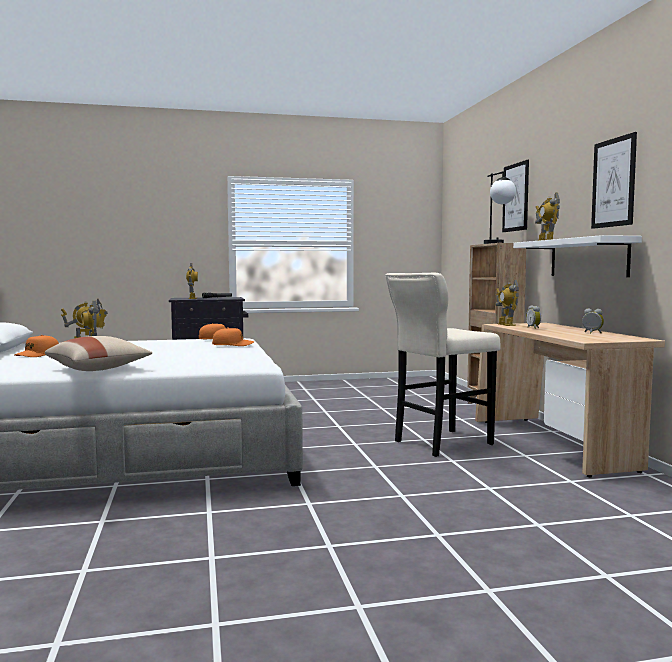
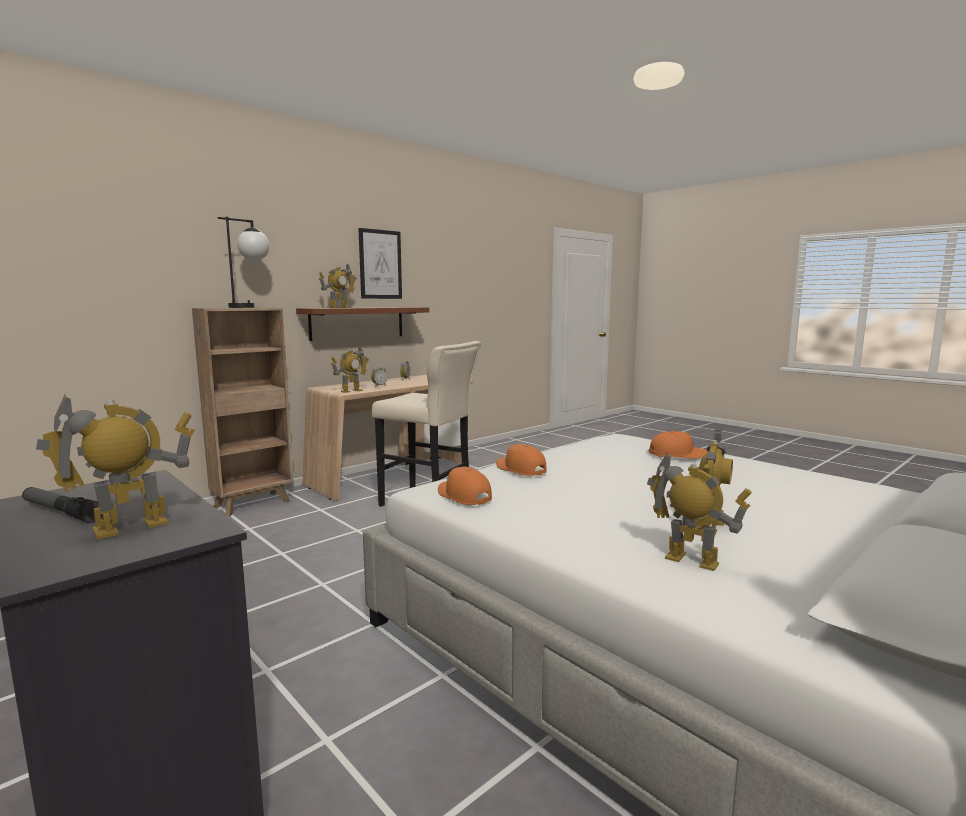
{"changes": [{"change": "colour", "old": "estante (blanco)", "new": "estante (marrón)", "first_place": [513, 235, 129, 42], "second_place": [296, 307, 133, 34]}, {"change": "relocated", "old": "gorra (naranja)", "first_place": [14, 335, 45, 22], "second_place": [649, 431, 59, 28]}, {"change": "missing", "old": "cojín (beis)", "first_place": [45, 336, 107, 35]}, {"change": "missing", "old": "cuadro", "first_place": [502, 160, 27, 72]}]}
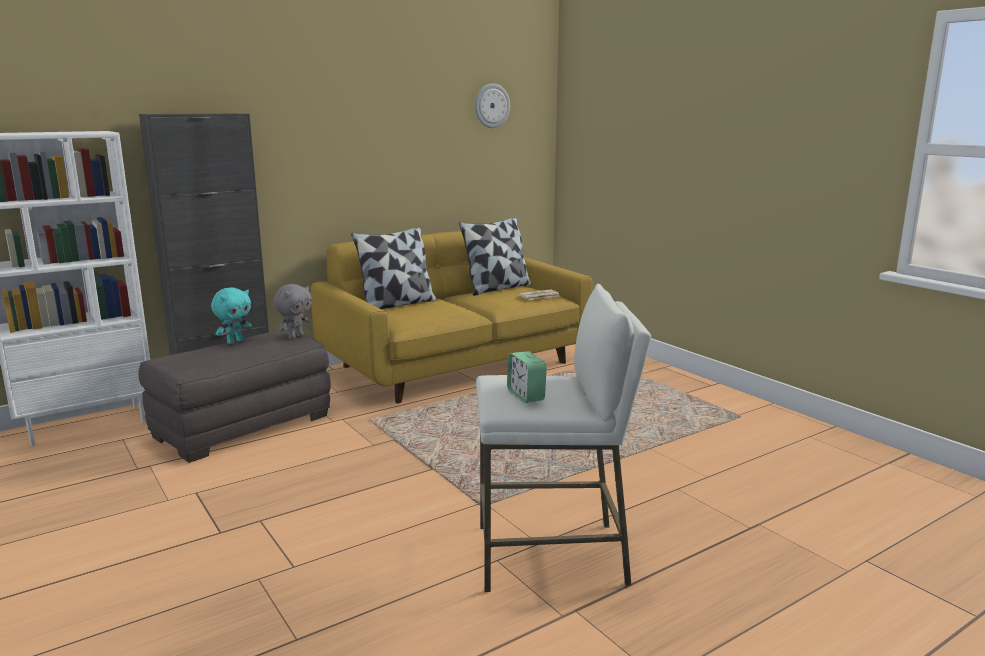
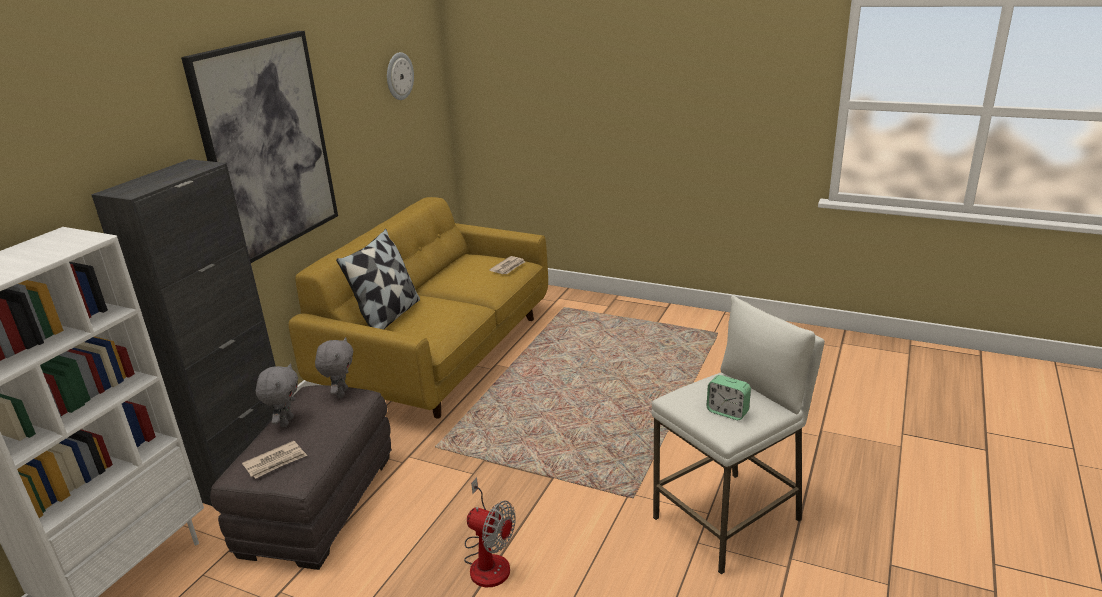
{"changes": [{"change": "appeared", "new": "cuadro", "second_place": [181, 31, 157, 232]}, {"change": "appeared", "new": "periódico", "second_place": [242, 441, 65, 38]}, {"change": "colour", "old": "peluche (turquesa)", "new": "peluche (gris)", "first_place": [211, 287, 40, 57], "second_place": [256, 363, 42, 64]}, {"change": "appeared", "new": "ventilador", "second_place": [464, 477, 52, 110]}, {"change": "missing", "old": "cojín", "first_place": [459, 217, 73, 79]}]}
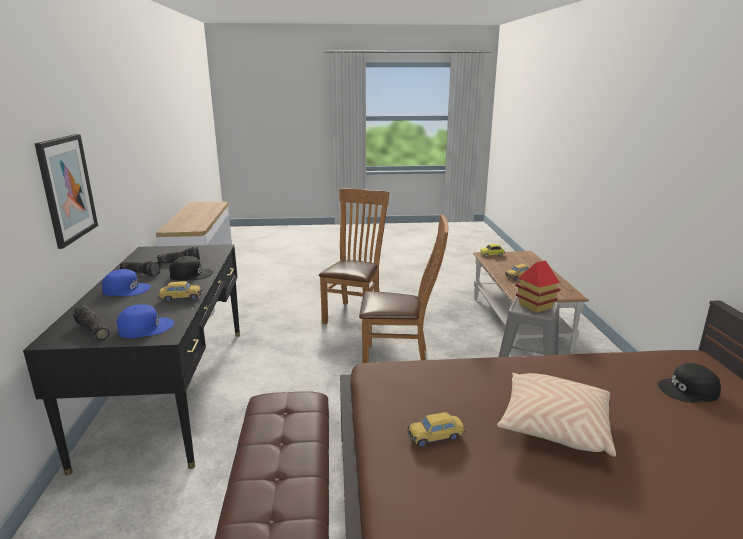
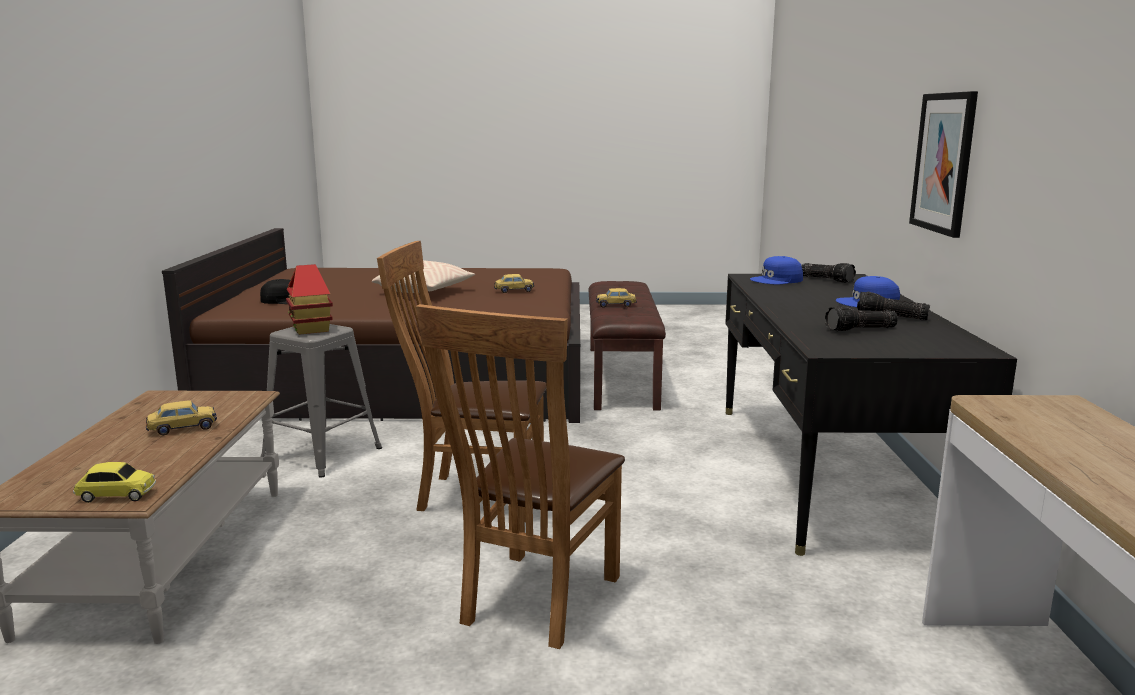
{"changes": [{"change": "relocated", "old": "coche de juguete", "first_place": [158, 281, 44, 21], "second_place": [596, 288, 41, 20]}, {"change": "missing", "old": "gorra (negro)", "first_place": [169, 256, 44, 25]}]}
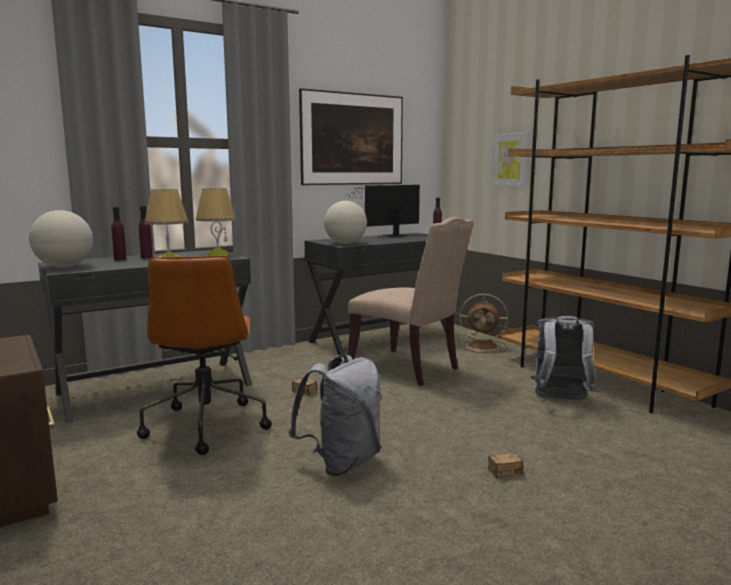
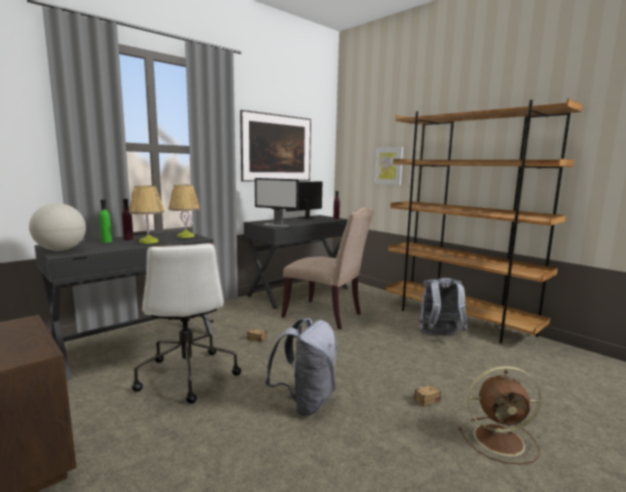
{"changes": [{"change": "colour", "old": "botella (morado)", "new": "botella (verde)", "first_place": [112, 207, 14, 54], "second_place": [99, 200, 13, 43]}, {"change": "colour", "old": "silla de oficina (marrón)", "new": "silla de oficina (blanco)", "first_place": [137, 255, 135, 200], "second_place": [132, 243, 109, 161]}, {"change": "exchanged", "old": "globo terráqueo", "new": "monitor", "first_place": [324, 201, 43, 43], "second_place": [255, 178, 44, 49]}, {"change": "relocated", "old": "ventilador (marrón)", "first_place": [458, 294, 50, 59], "second_place": [458, 366, 84, 99]}]}
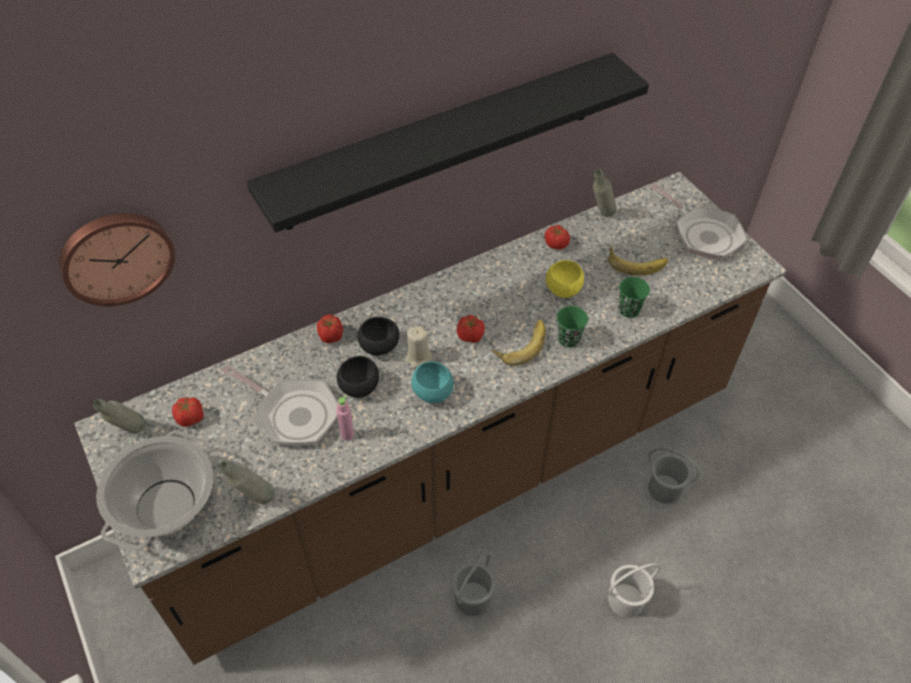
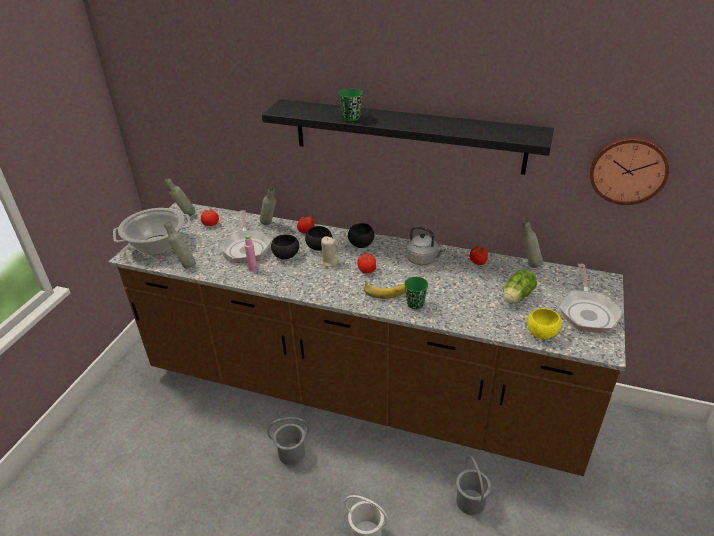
{"changes": [{"change": "appeared", "new": "botella (gris)", "second_place": [260, 187, 16, 38]}, {"change": "relocated", "old": "taza (verde)", "first_place": [619, 277, 31, 41], "second_place": [339, 89, 24, 32]}, {"change": "appeared", "new": "cuenco (negro)", "second_place": [348, 223, 26, 25]}, {"change": "appeared", "new": "hervidor (gris)", "second_place": [406, 226, 40, 39]}, {"change": "exchanged", "old": "plátano", "new": "lechuga", "first_place": [608, 246, 60, 29], "second_place": [503, 270, 34, 34]}, {"change": "relocated", "old": "cuenco (amarillo)", "first_place": [546, 260, 38, 38], "second_place": [527, 308, 35, 31]}, {"change": "relocated", "old": "reloj de pared", "first_place": [59, 213, 116, 94], "second_place": [590, 136, 79, 69]}, {"change": "missing", "old": "cuenco (turquesa)", "first_place": [411, 361, 43, 42]}]}
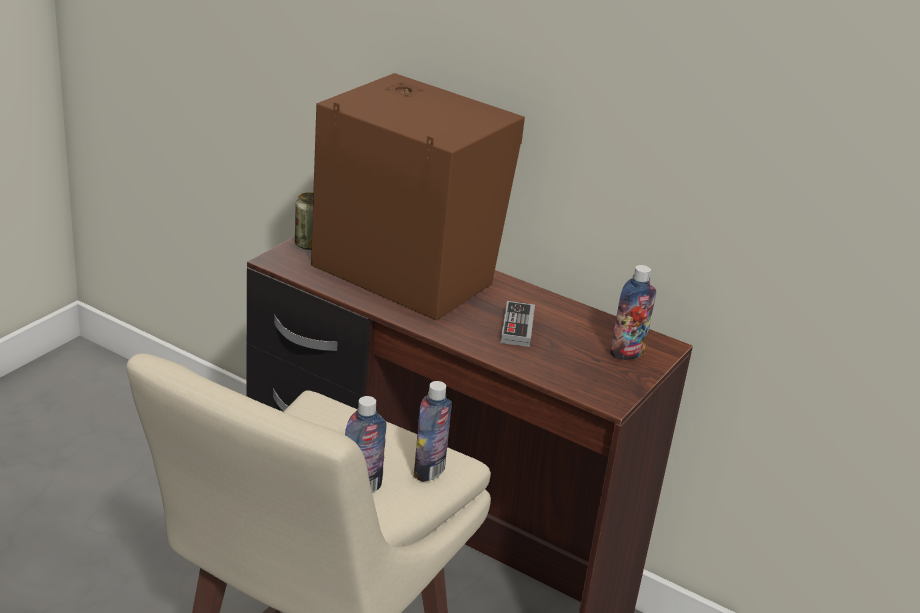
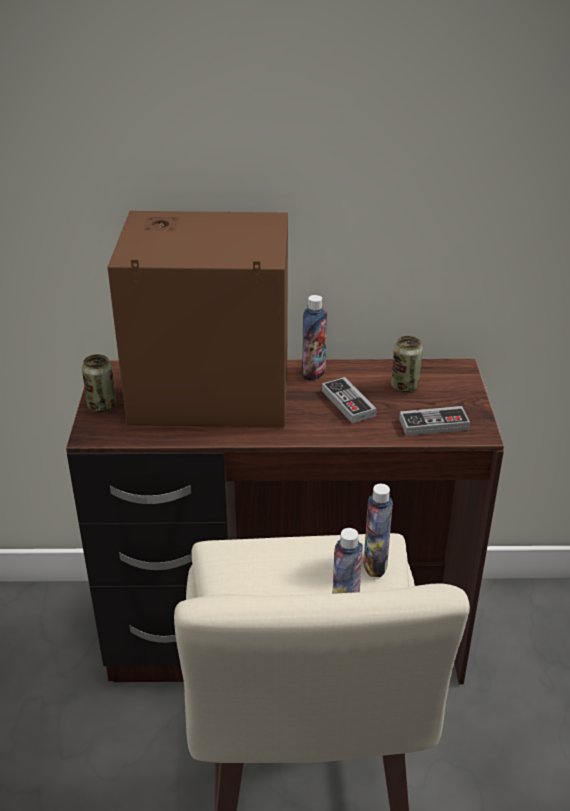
{"changes": [{"change": "relocated", "old": "botella", "first_place": [610, 265, 46, 95], "second_place": [302, 295, 25, 86]}, {"change": "appeared", "new": "lata", "second_place": [391, 336, 32, 56]}, {"change": "appeared", "new": "mando de consola", "second_place": [399, 406, 71, 30]}]}
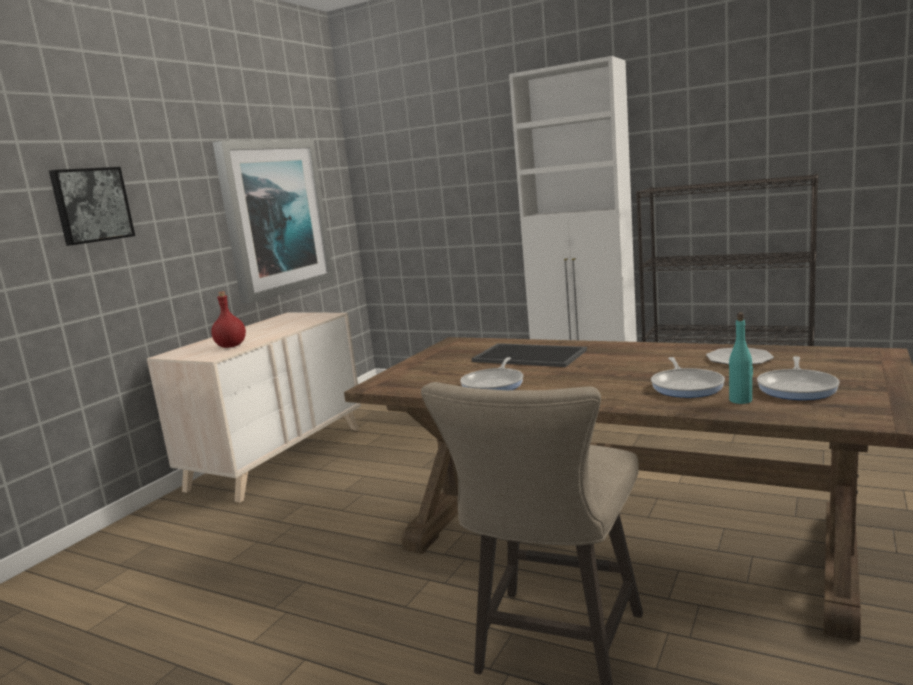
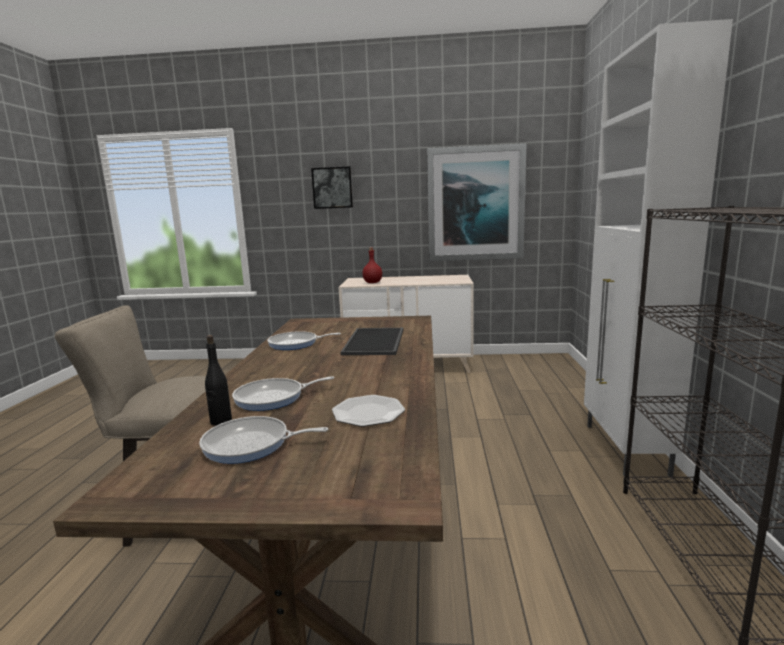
{"changes": [{"change": "colour", "old": "botella (turquesa)", "new": "botella (negro)", "first_place": [729, 312, 24, 92], "second_place": [205, 335, 27, 91]}]}
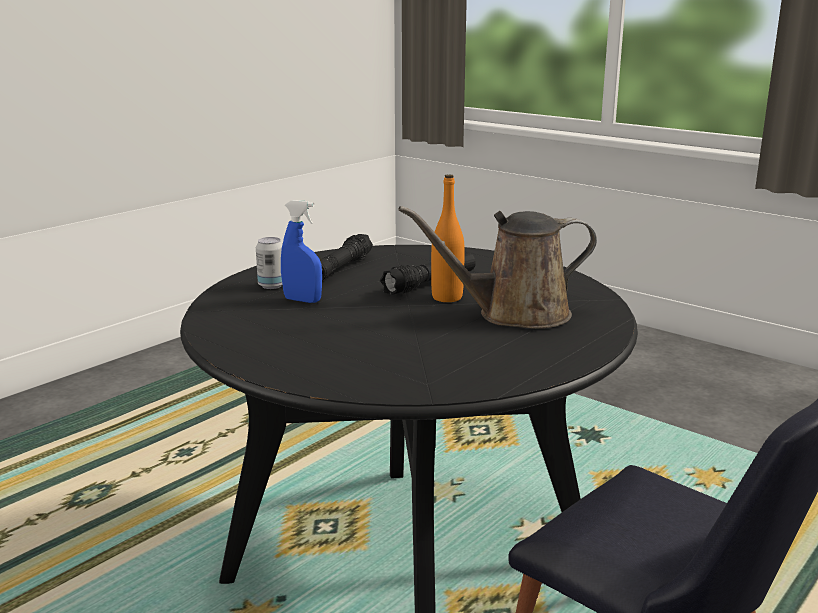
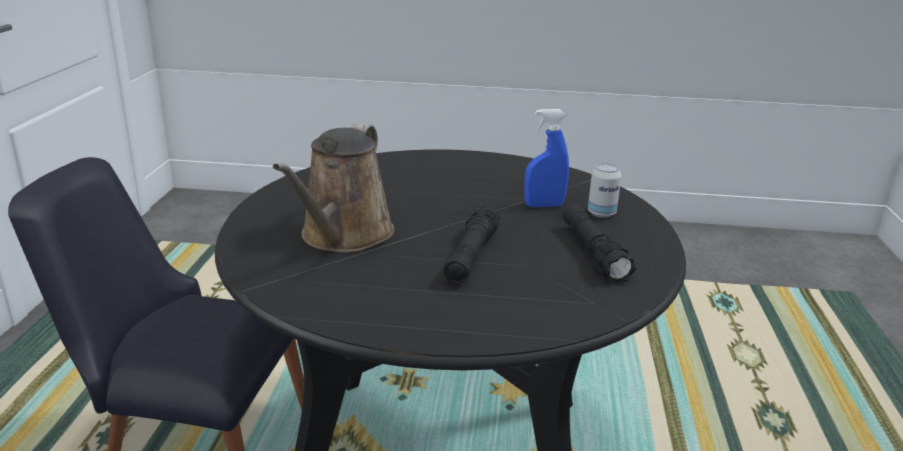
{"changes": [{"change": "spun", "old": "regadera (marrón)", "first_place": [398, 206, 199, 123], "second_place": [273, 124, 121, 129], "degrees": 150}, {"change": "missing", "old": "botella (naranja)", "first_place": [431, 174, 34, 128]}]}
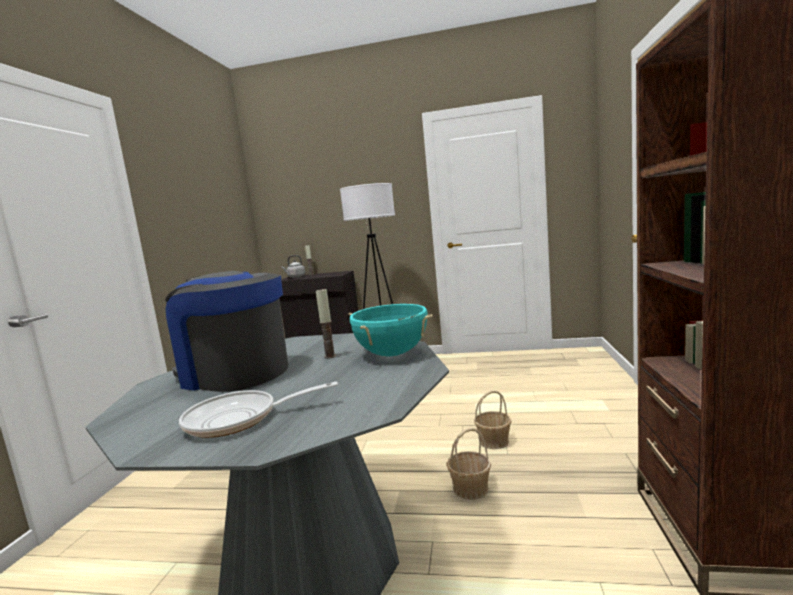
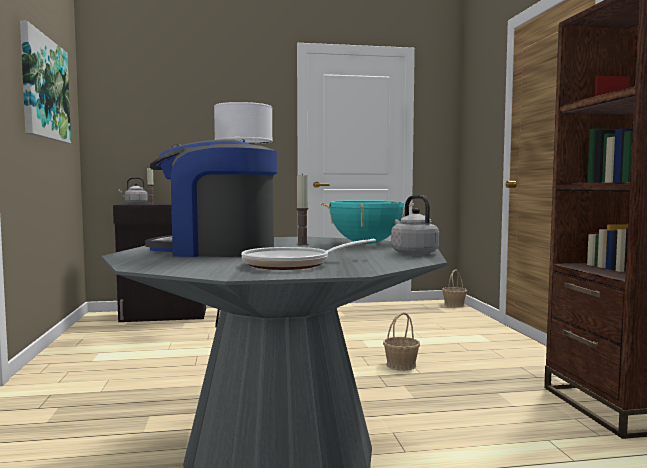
{"changes": [{"change": "appeared", "new": "cuadro", "second_place": [20, 20, 51, 123]}, {"change": "appeared", "new": "hervidor (gris)", "second_place": [391, 195, 48, 60]}, {"change": "relocated", "old": "cesta", "first_place": [447, 428, 44, 72], "second_place": [442, 269, 25, 38]}]}
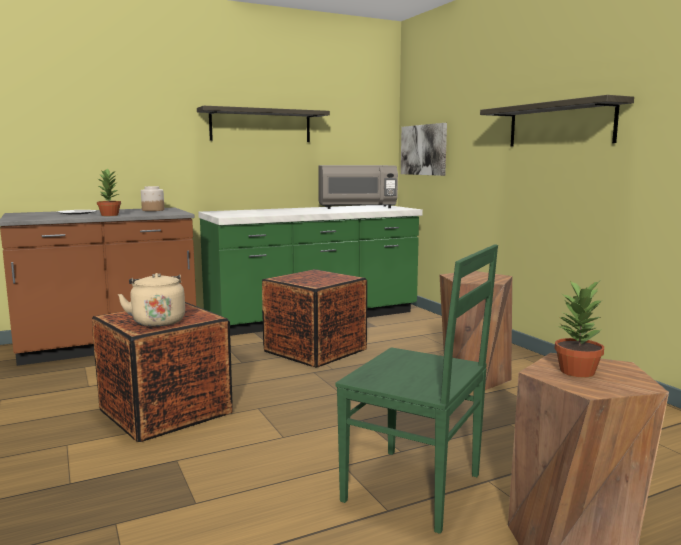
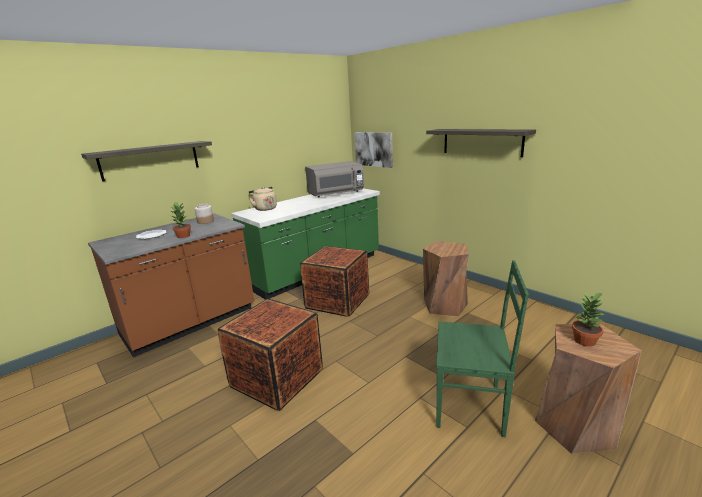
{"changes": [{"change": "relocated", "old": "estante", "first_place": [197, 106, 133, 36], "second_place": [81, 141, 131, 40]}, {"change": "relocated", "old": "hervidor (beis)", "first_place": [118, 273, 67, 54], "second_place": [249, 187, 28, 24]}]}
